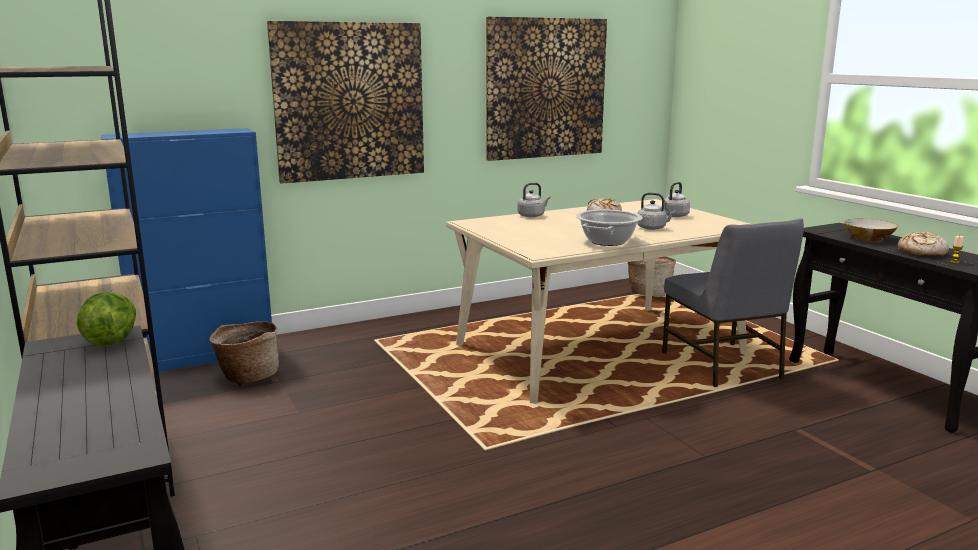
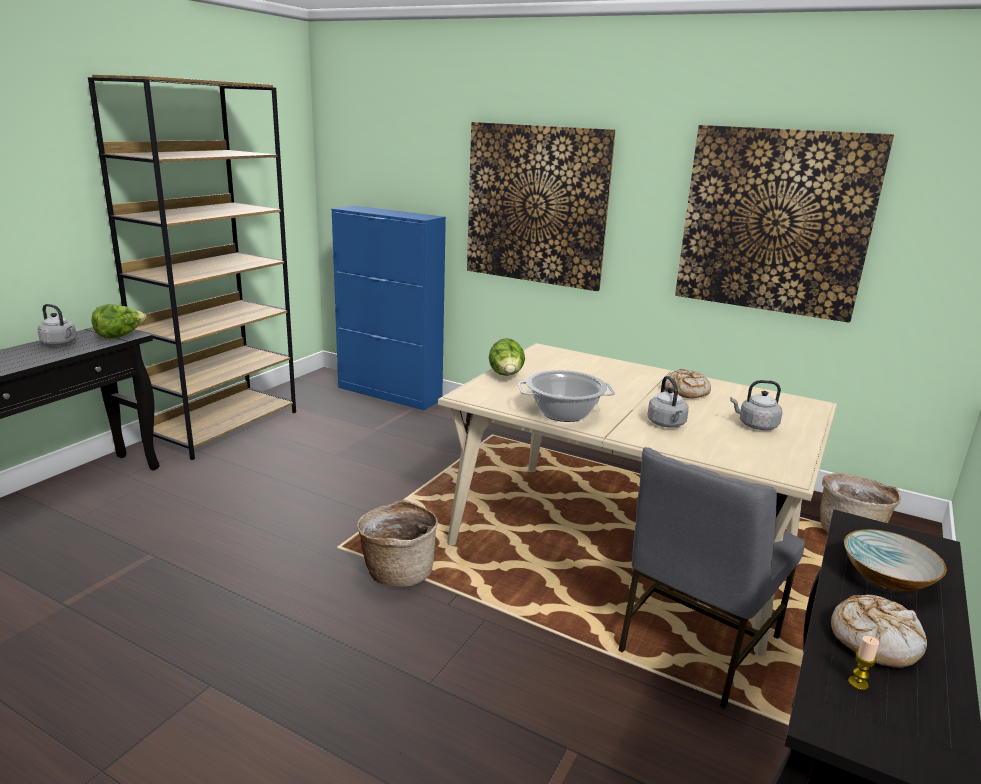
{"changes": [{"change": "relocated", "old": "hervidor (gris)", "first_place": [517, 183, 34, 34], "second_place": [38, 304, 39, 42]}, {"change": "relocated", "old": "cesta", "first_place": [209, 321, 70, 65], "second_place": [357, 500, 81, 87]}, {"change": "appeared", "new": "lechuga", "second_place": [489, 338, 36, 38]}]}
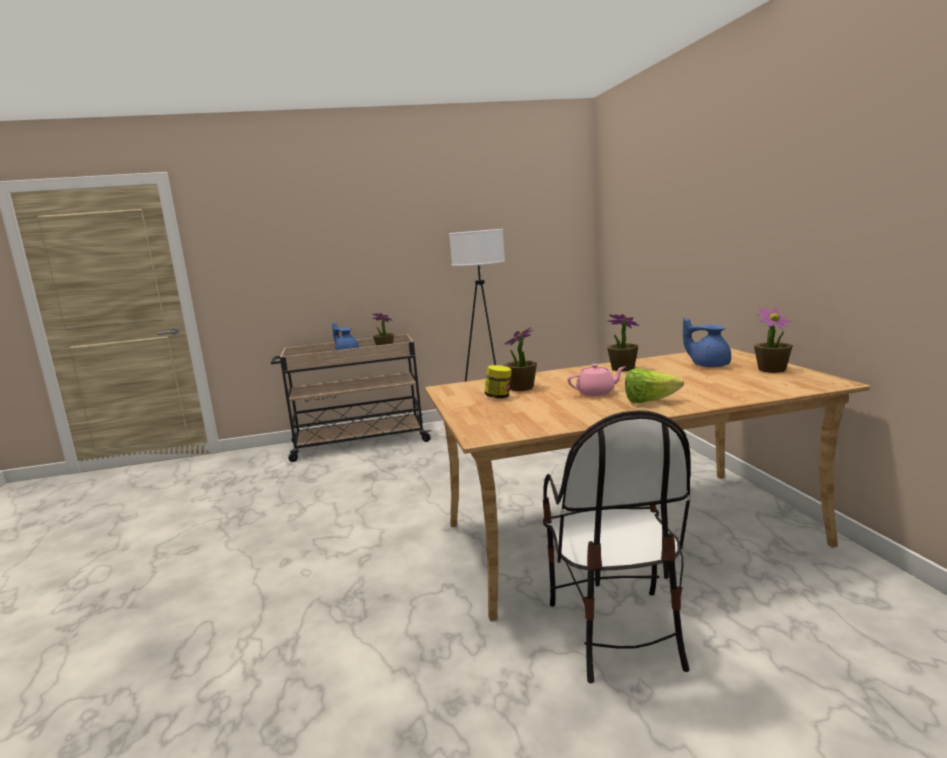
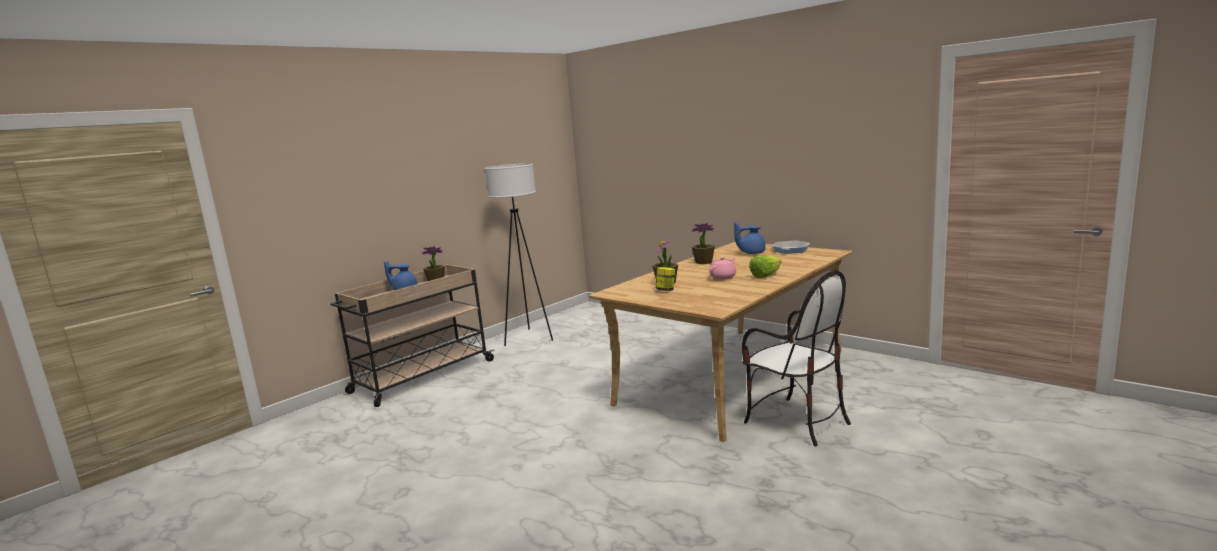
{"changes": [{"change": "exchanged", "old": "planta en maceta", "new": "sartén", "first_place": [754, 307, 39, 66], "second_place": [772, 240, 38, 14]}]}
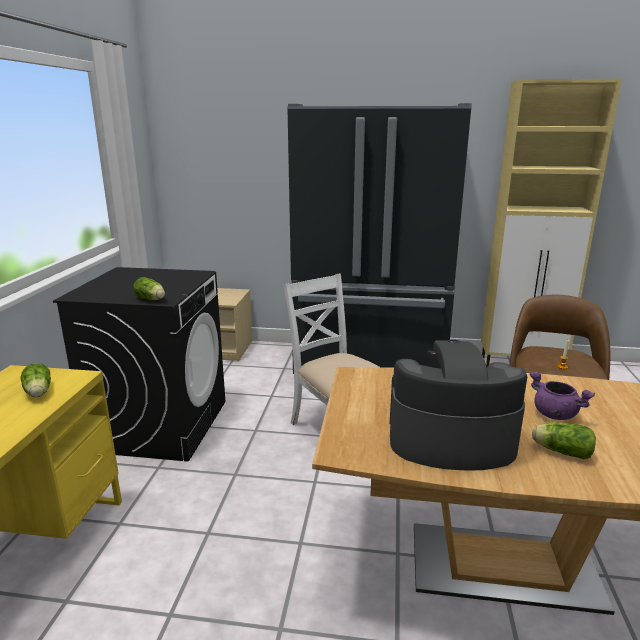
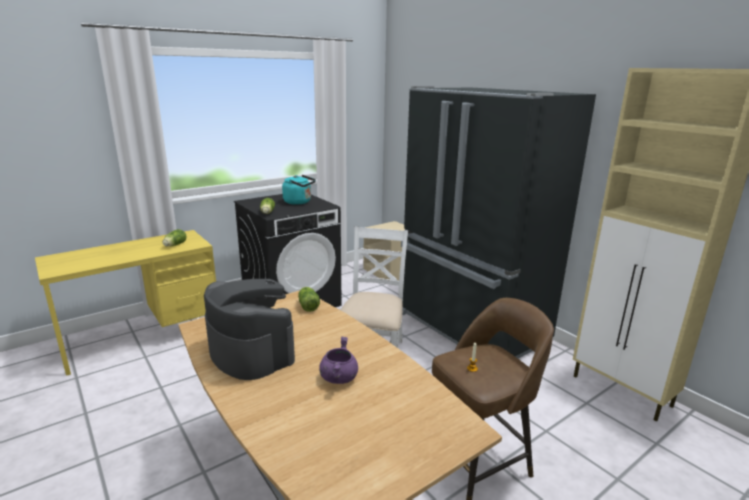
{"changes": [{"change": "appeared", "new": "hervidor (turquesa)", "second_place": [282, 175, 34, 30]}, {"change": "relocated", "old": "lechuga", "first_place": [532, 422, 64, 37], "second_place": [298, 287, 22, 25]}]}
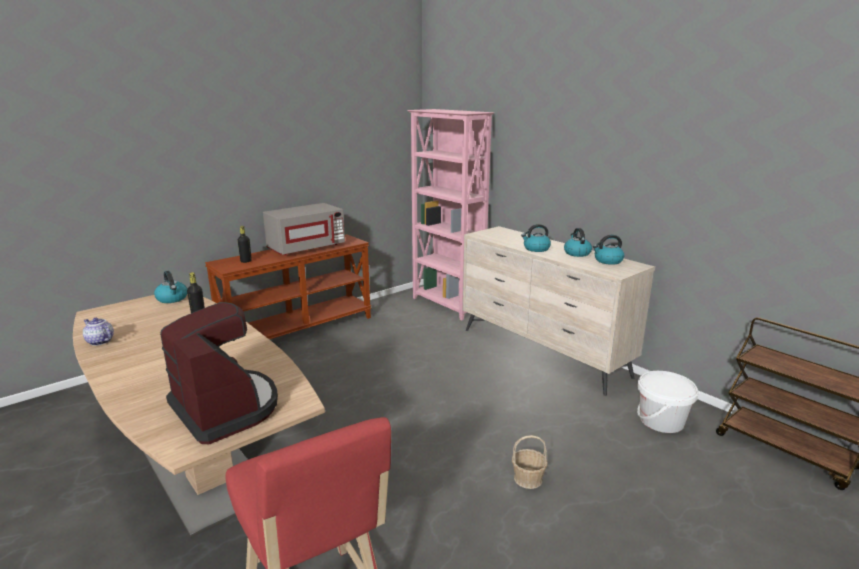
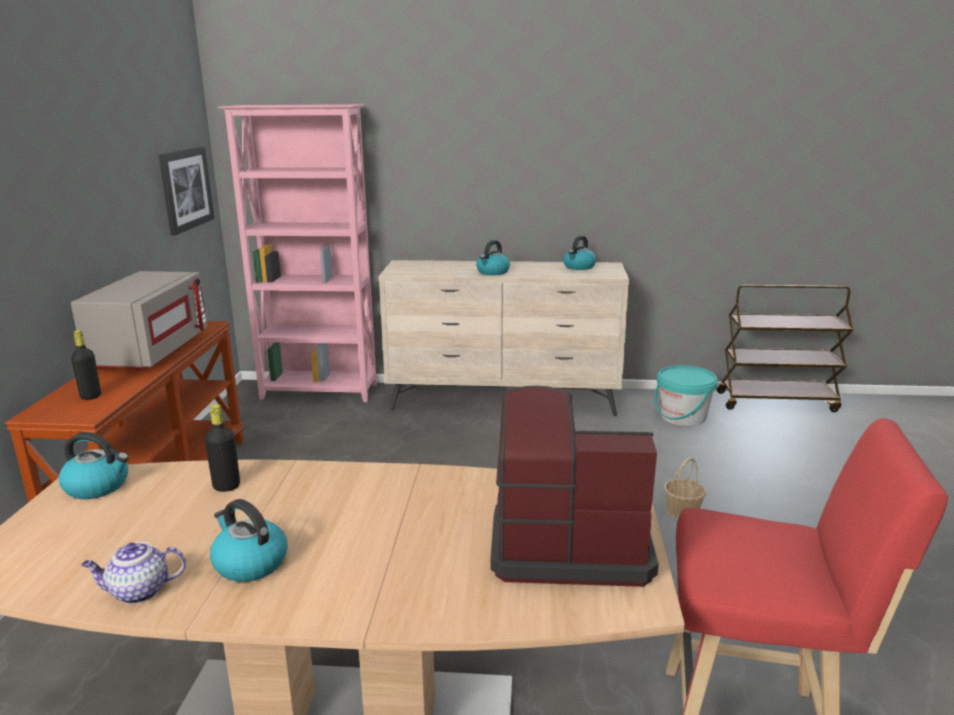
{"changes": [{"change": "appeared", "new": "cuadro", "second_place": [159, 147, 55, 89]}, {"change": "relocated", "old": "hervidor", "first_place": [564, 228, 28, 29], "second_place": [210, 499, 78, 83]}, {"change": "colour", "old": "cubo (blanco)", "new": "cubo (turquesa)", "first_place": [637, 371, 61, 62], "second_place": [655, 365, 63, 61]}]}
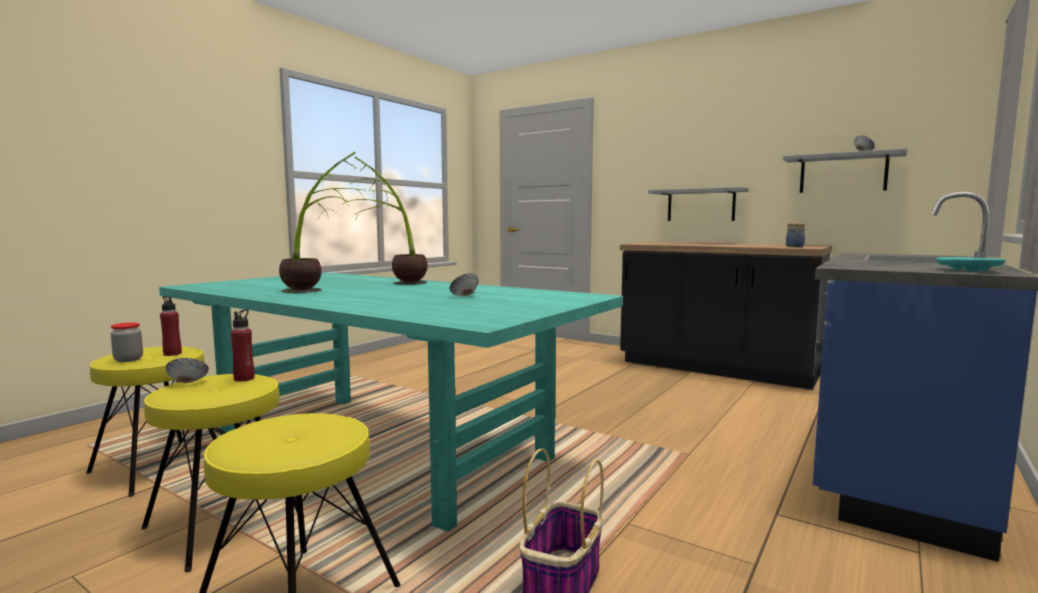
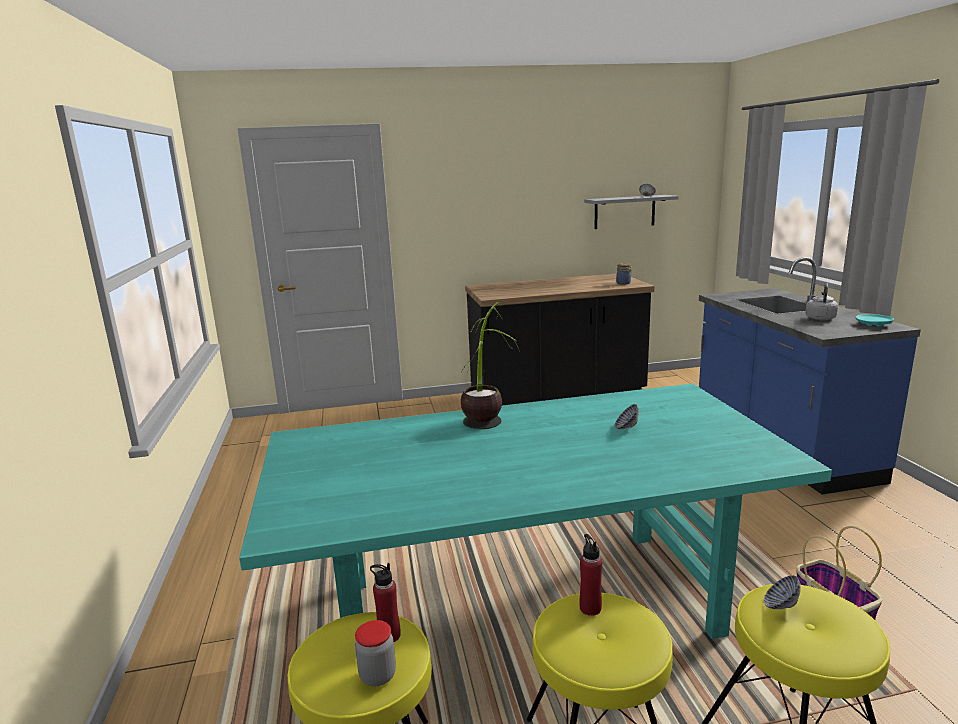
{"changes": [{"change": "relocated", "old": "cuenco", "first_place": [166, 358, 43, 25], "second_place": [764, 575, 37, 34]}, {"change": "appeared", "new": "hervidor (gris)", "second_place": [805, 283, 34, 37]}, {"change": "missing", "old": "planta en maceta", "first_place": [279, 152, 87, 141]}, {"change": "missing", "old": "estante (gris)", "first_place": [648, 187, 101, 34]}]}
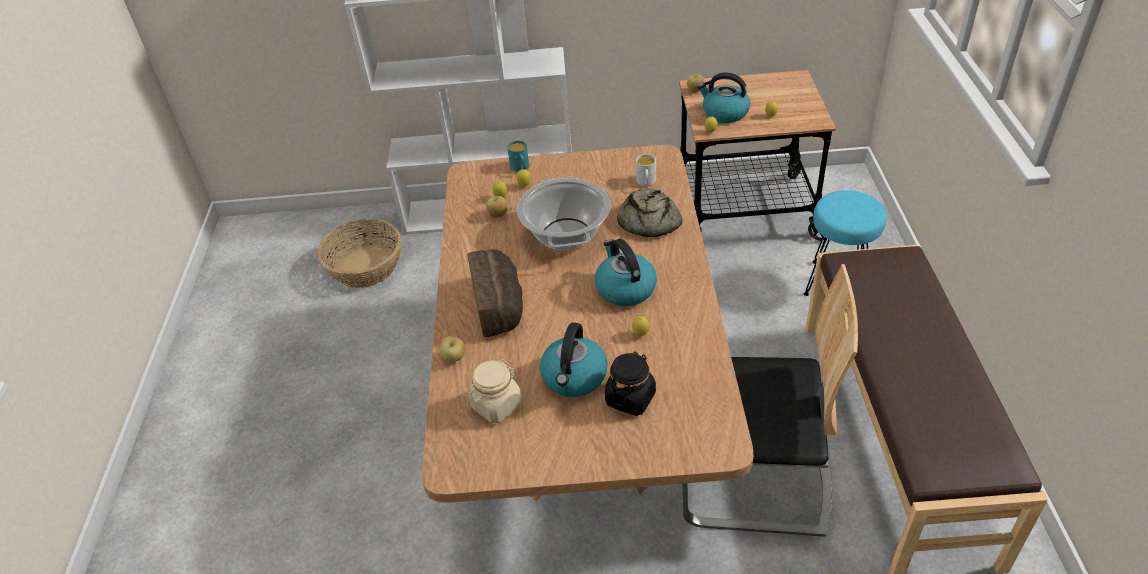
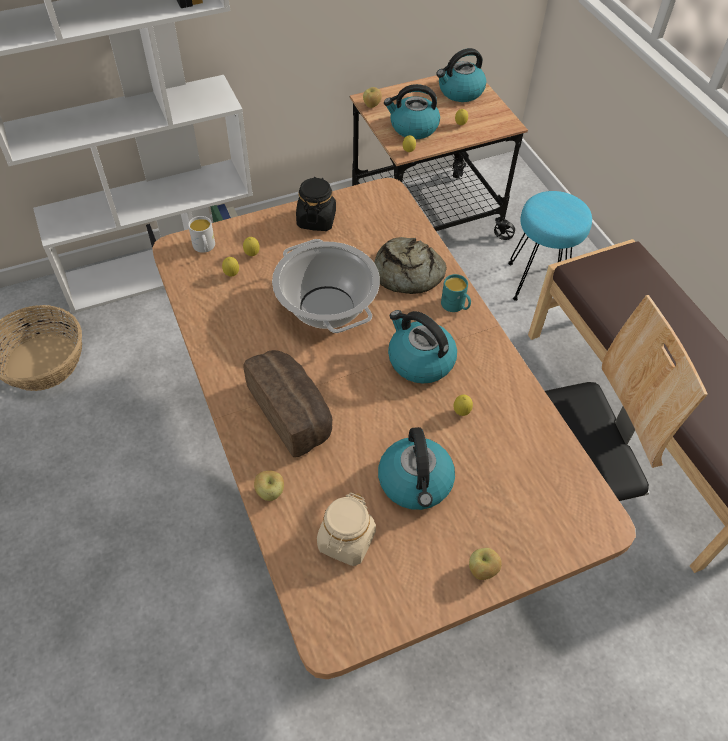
{"changes": [{"change": "relocated", "old": "taza grande (blanco)", "first_place": [636, 154, 20, 32], "second_place": [188, 216, 27, 37]}, {"change": "relocated", "old": "tarro (negro)", "first_place": [605, 352, 51, 64], "second_place": [296, 177, 40, 54]}, {"change": "appeared", "new": "hervidor", "second_place": [436, 48, 50, 54]}, {"change": "relocated", "old": "taza grande (turquesa)", "first_place": [507, 141, 22, 31], "second_place": [441, 274, 30, 38]}, {"change": "relocated", "old": "manzana", "first_place": [486, 196, 21, 22], "second_place": [469, 548, 33, 32]}]}
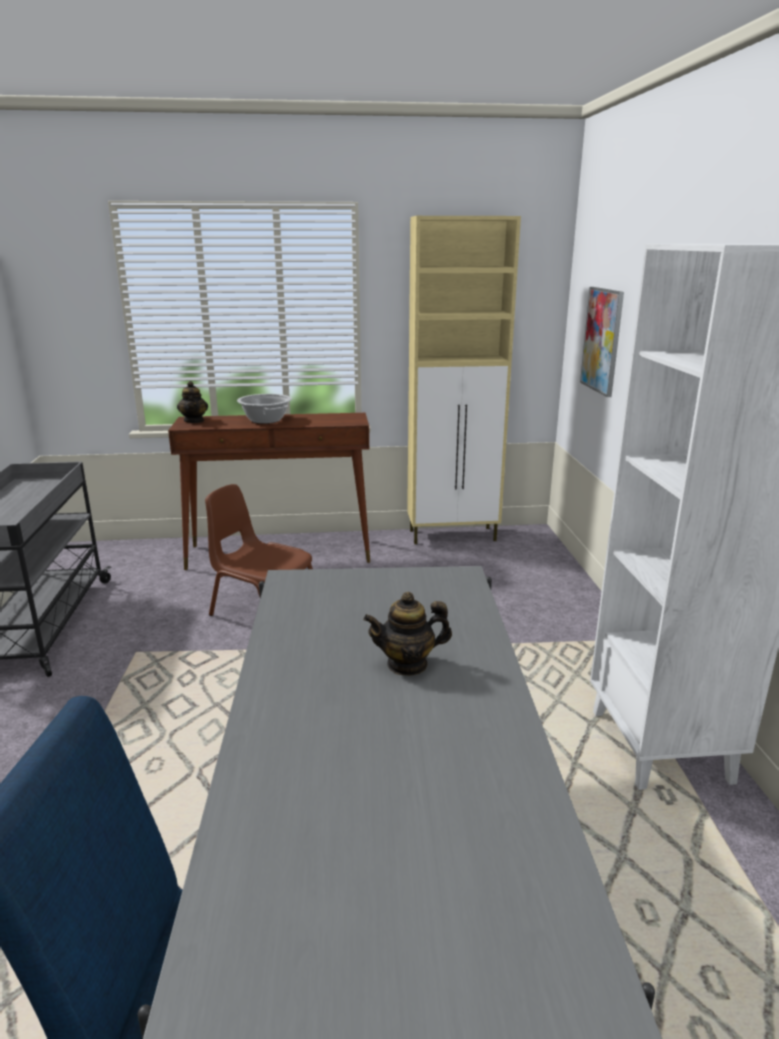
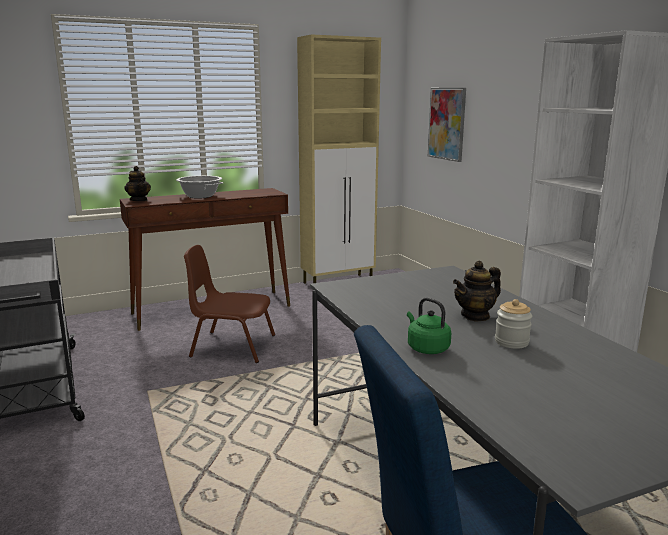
{"changes": [{"change": "appeared", "new": "hervidor (verde)", "second_place": [407, 298, 44, 56]}, {"change": "appeared", "new": "tarro", "second_place": [495, 299, 37, 50]}]}
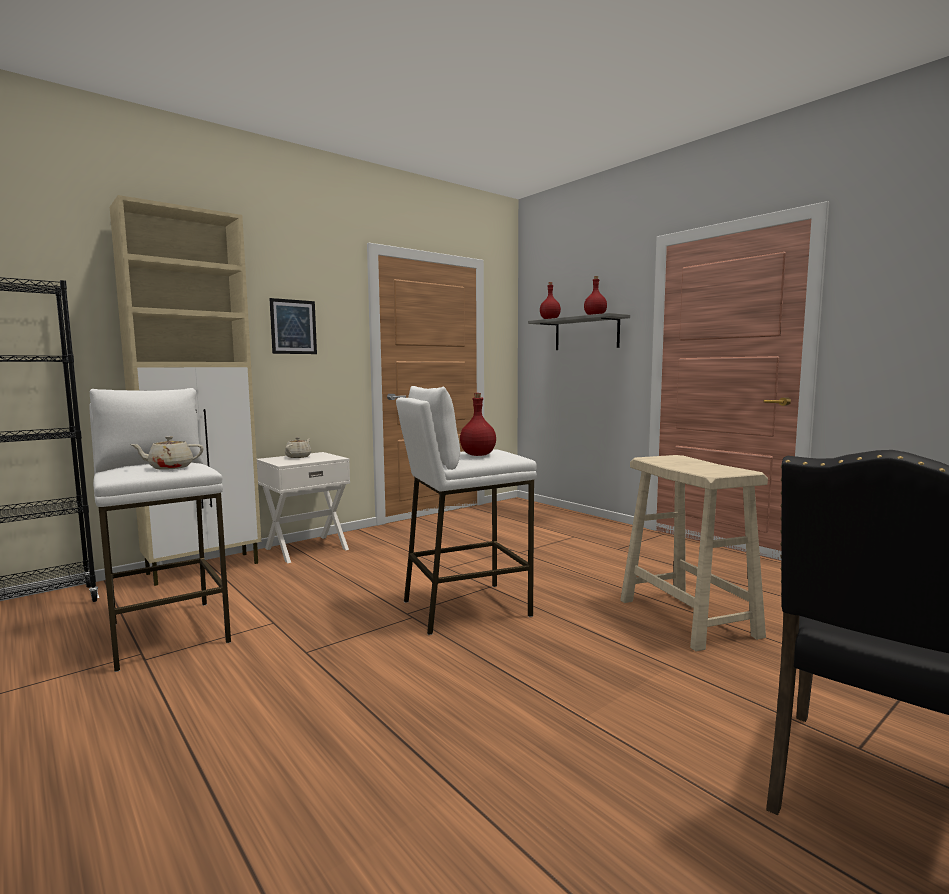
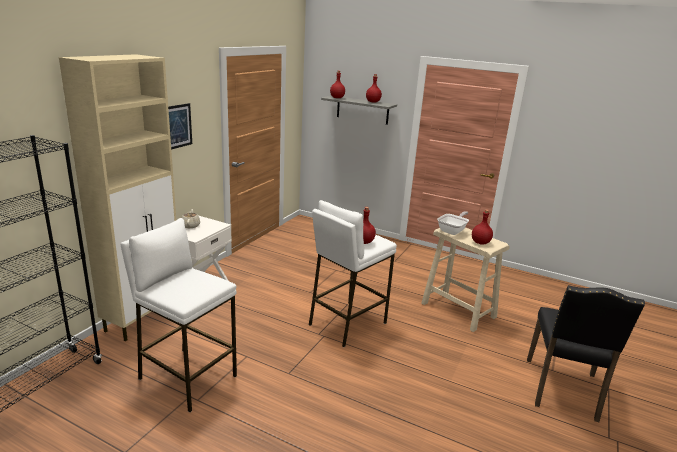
{"changes": [{"change": "appeared", "new": "sartén", "second_place": [437, 211, 32, 24]}, {"change": "appeared", "new": "botella (rojo)", "second_place": [472, 209, 21, 36]}, {"change": "missing", "old": "tetera (beis)", "first_place": [130, 436, 74, 34]}]}
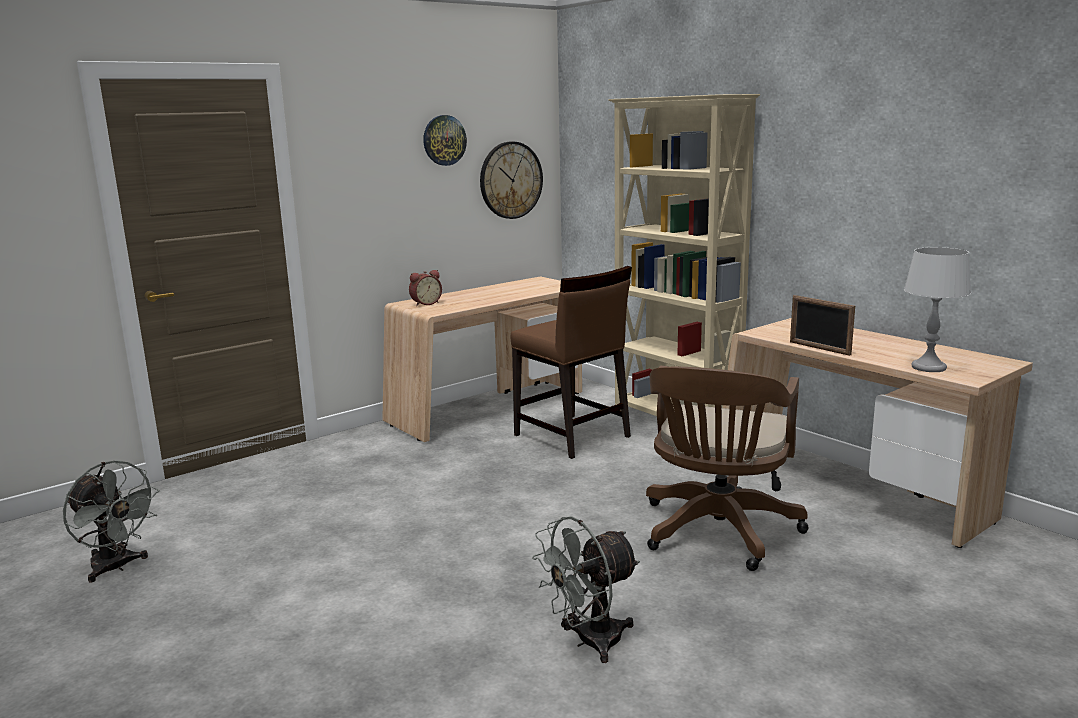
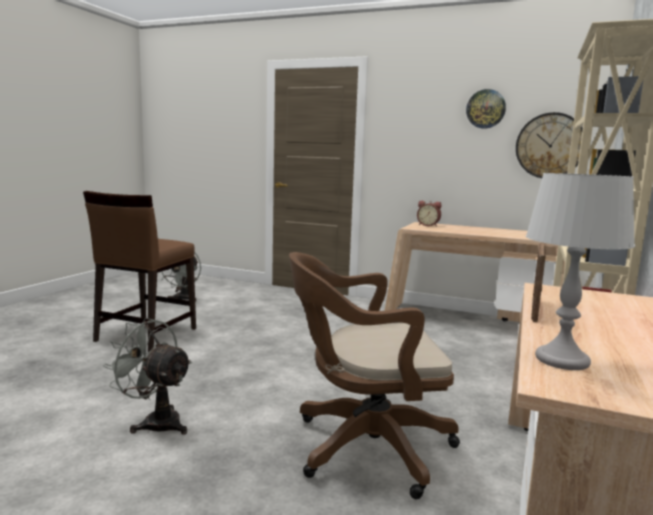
{"changes": [{"change": "relocated", "old": "silla (marrón)", "first_place": [510, 266, 122, 193], "second_place": [83, 191, 113, 161]}]}
